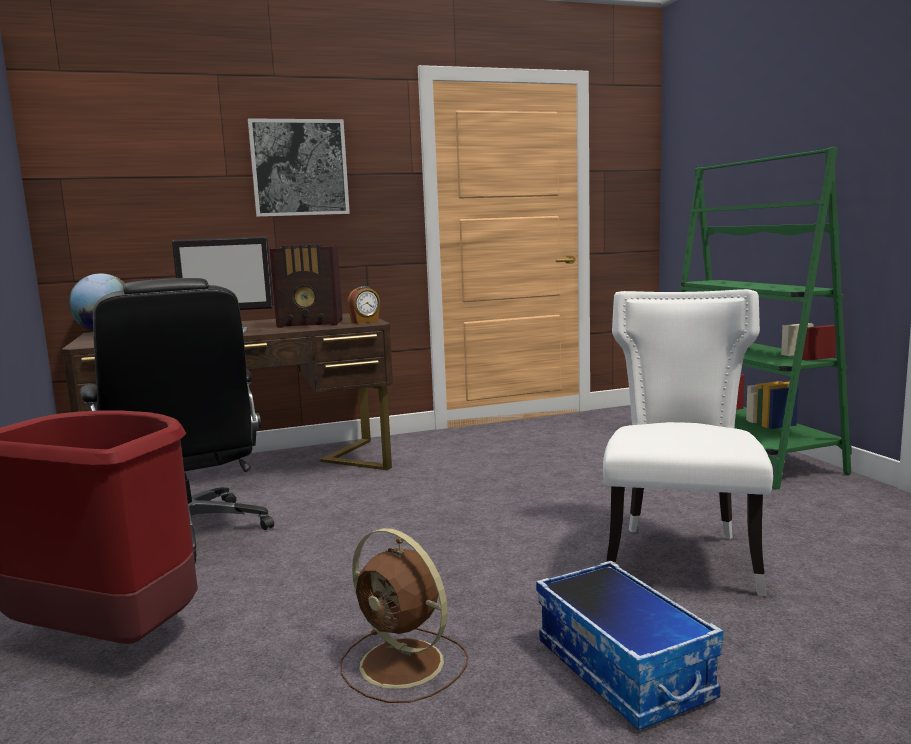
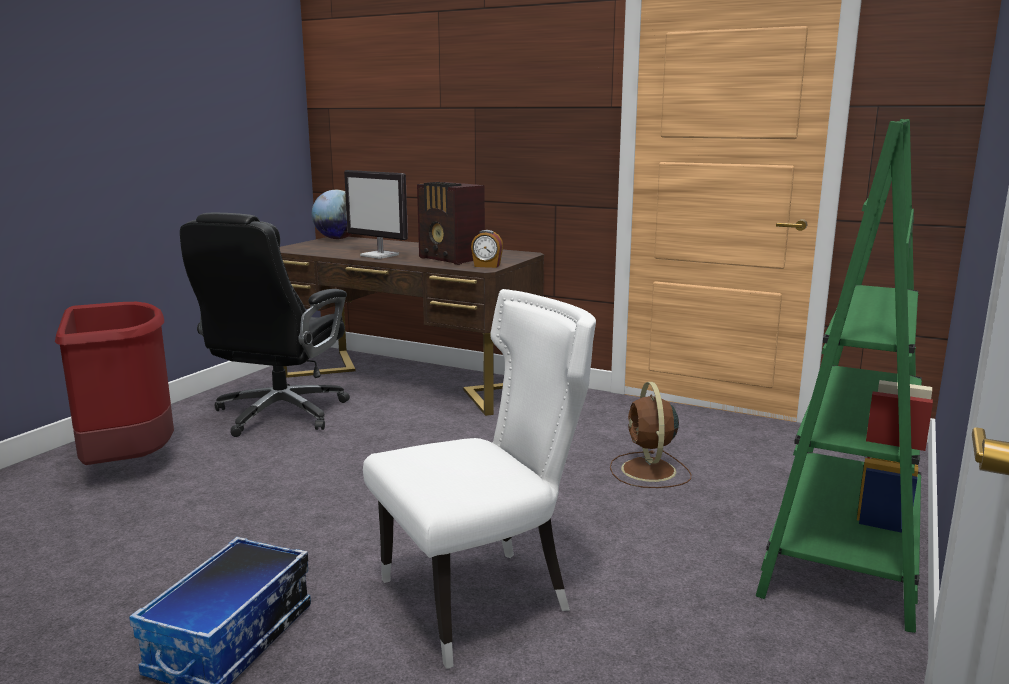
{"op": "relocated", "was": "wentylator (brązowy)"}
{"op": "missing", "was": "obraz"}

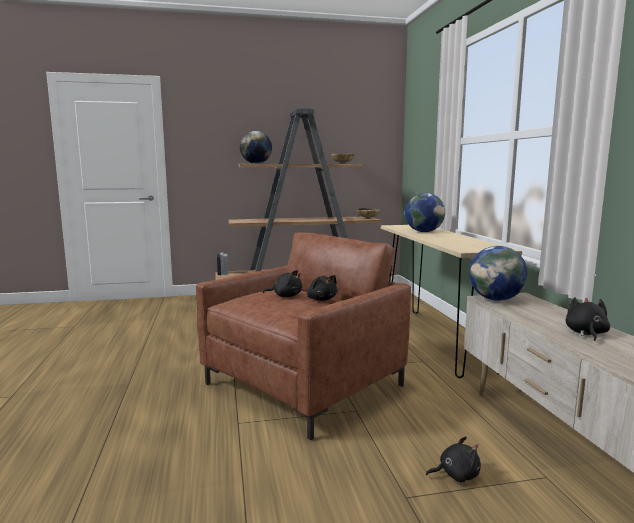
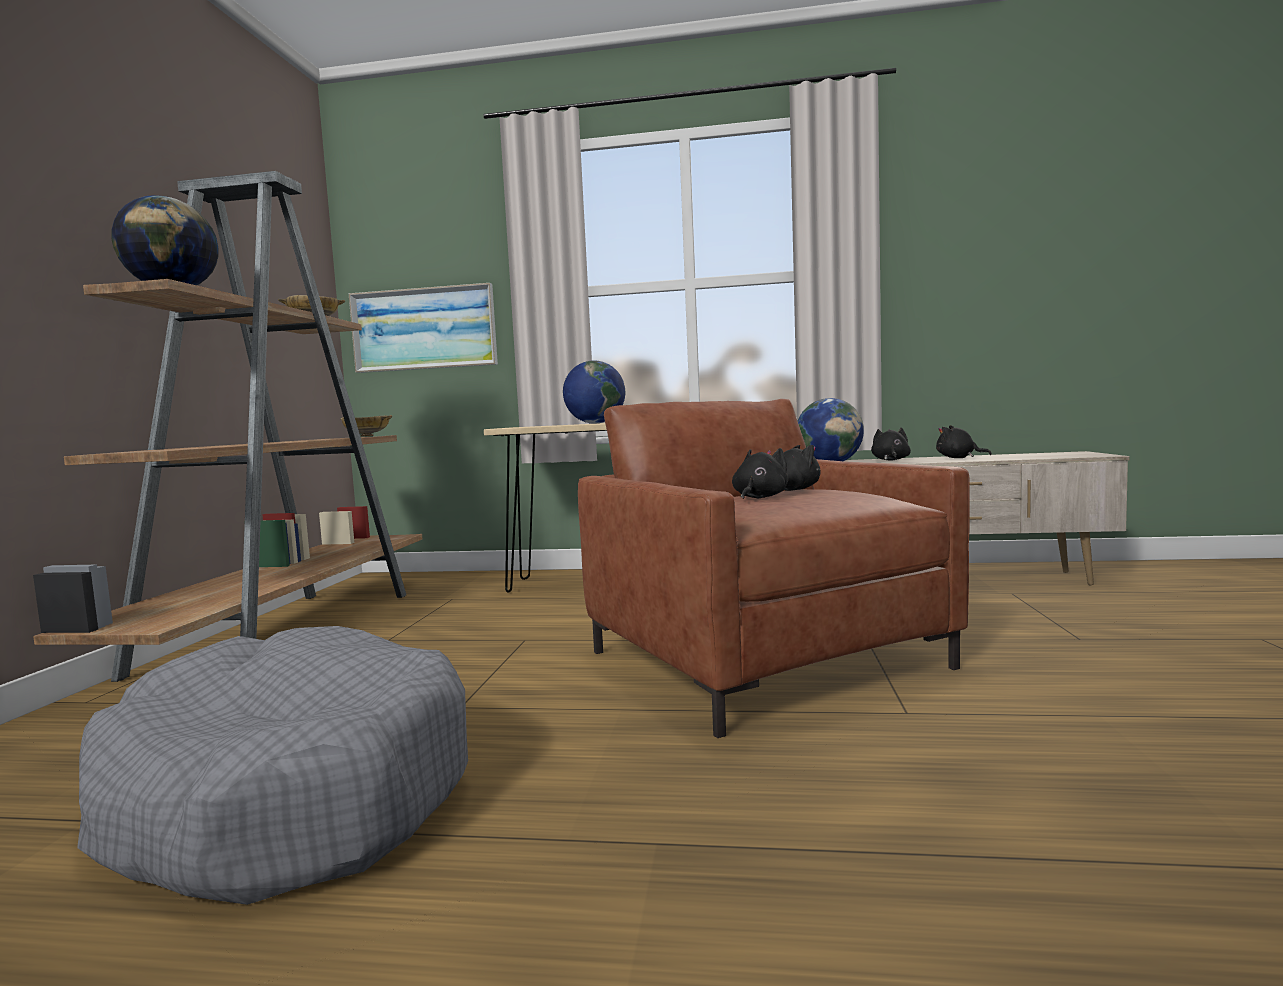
{"op": "appeared", "now": "legowisko (szary)"}
{"op": "appeared", "now": "obraz"}
{"op": "relocated", "was": "pluszak (czarny) (no. 3 from left)"}

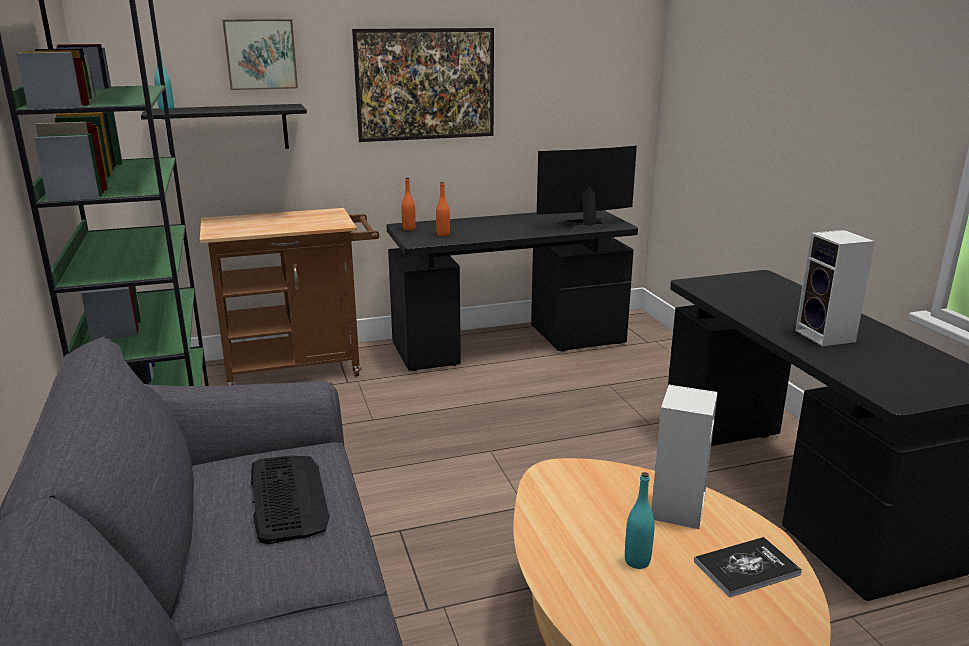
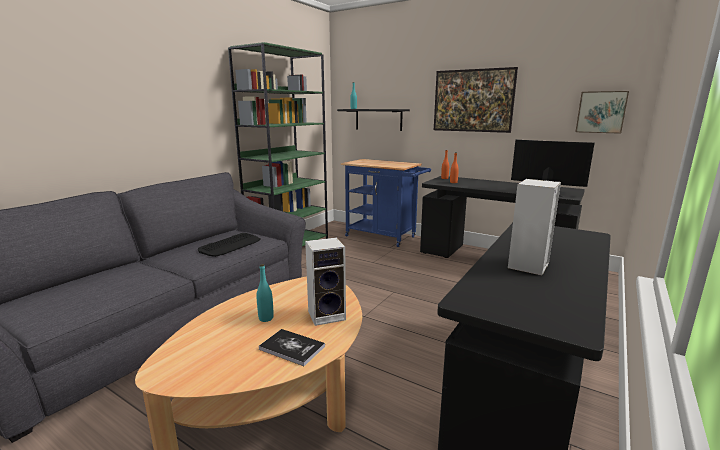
{"op": "colour", "was": "wózek (brązowy)", "now": "wózek (niebieski)"}
{"op": "relocated", "was": "obraz (no. 1 from left in the first image)", "now": "obraz (no. 2 from left)"}

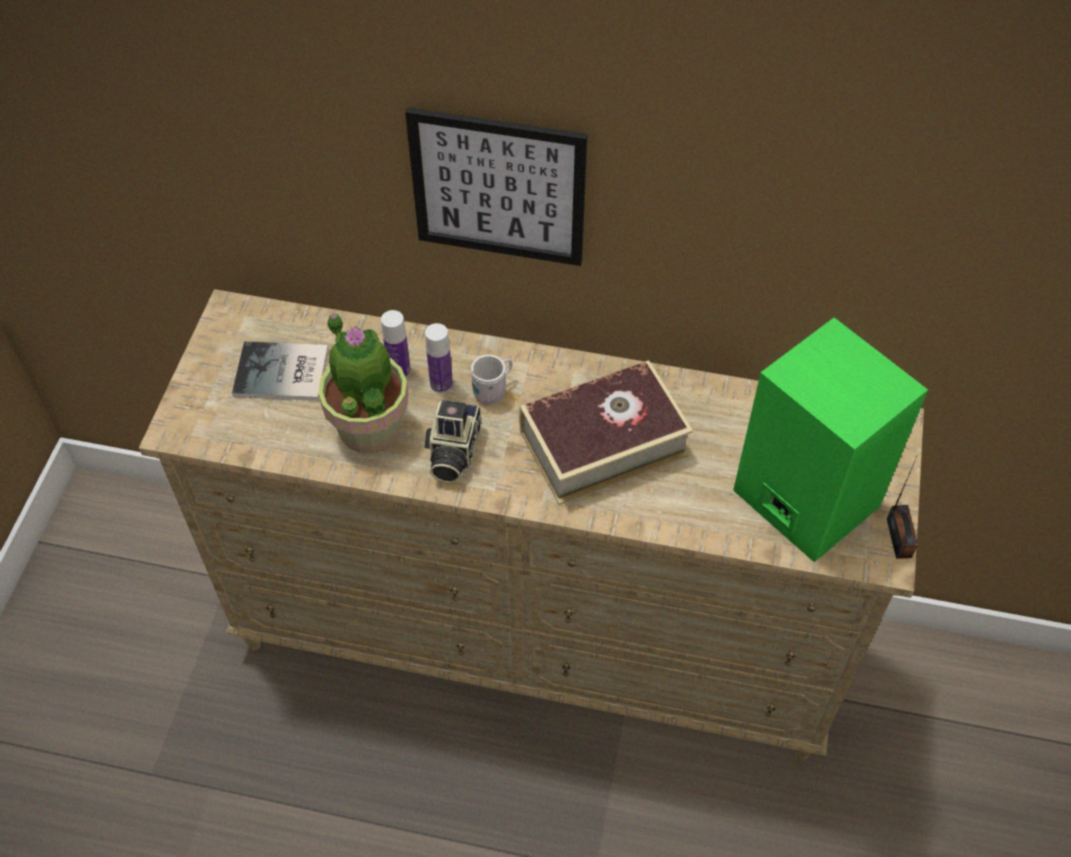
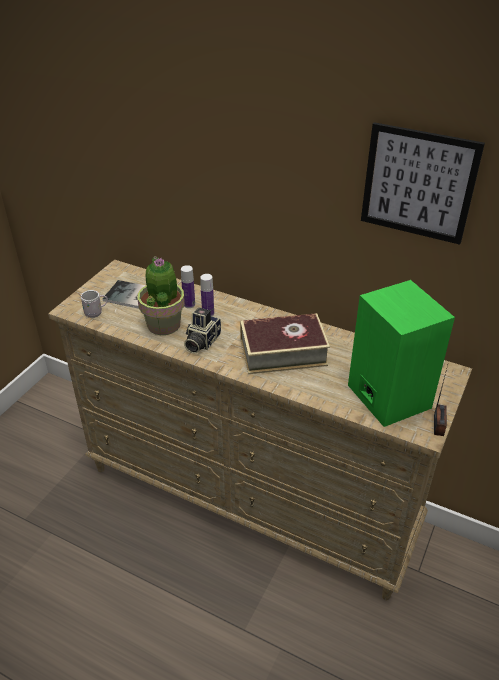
{"op": "relocated", "was": "kubek (biały)"}
{"op": "relocated", "was": "obraz"}

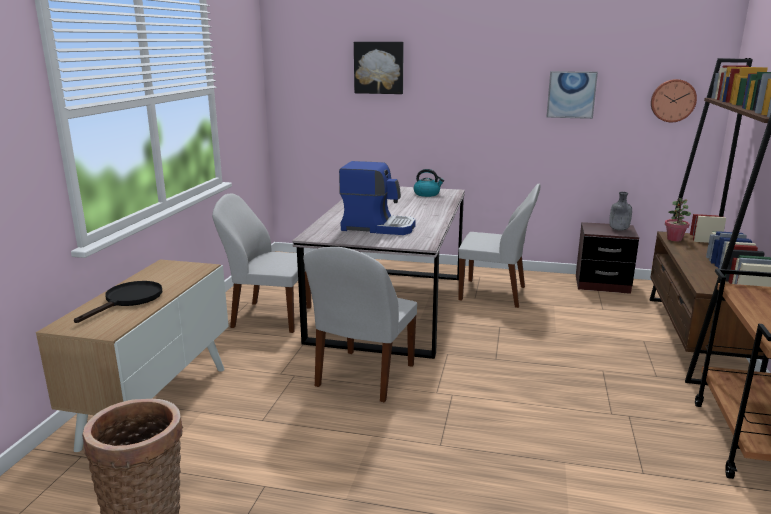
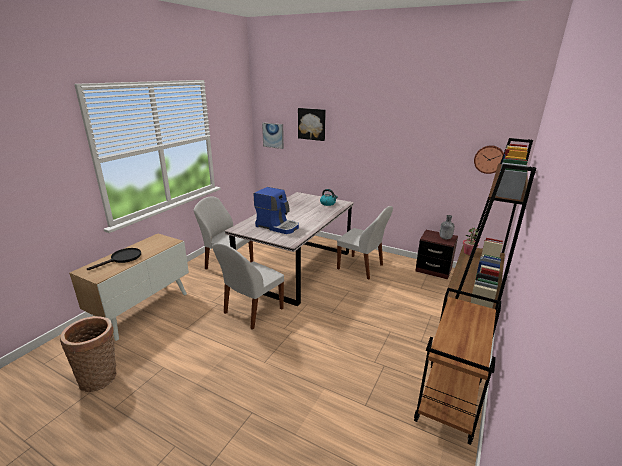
{"op": "relocated", "was": "obraz (no. 2 from left in the first image)", "now": "obraz (no. 1 from left)"}

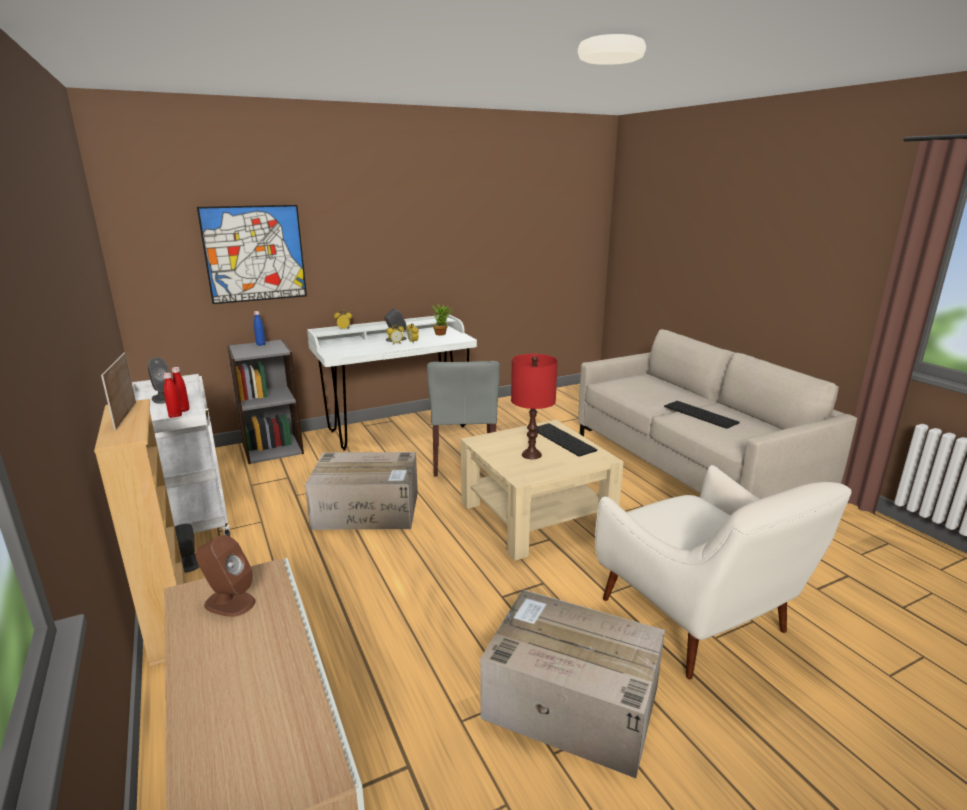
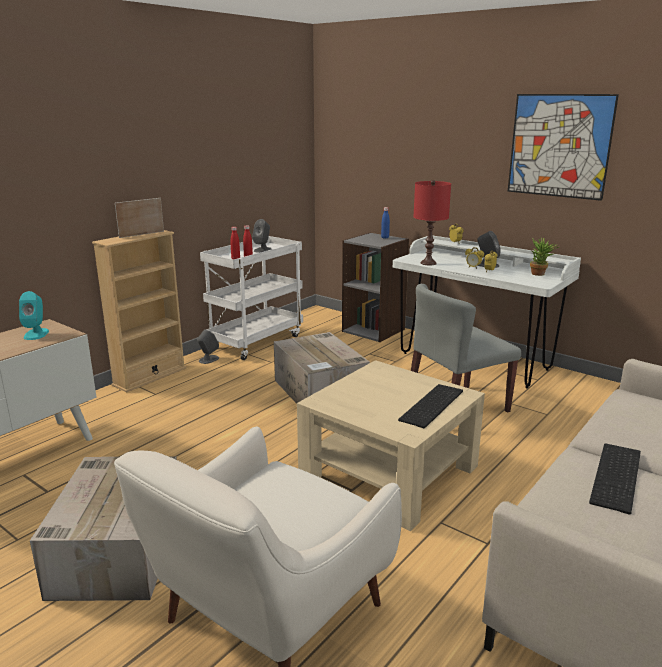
{"op": "colour", "was": "głośnik (brązowy)", "now": "głośnik (turkusowy)"}
{"op": "relocated", "was": "lampa stołowa (czerwony)"}
{"op": "relocated", "was": "obraz"}

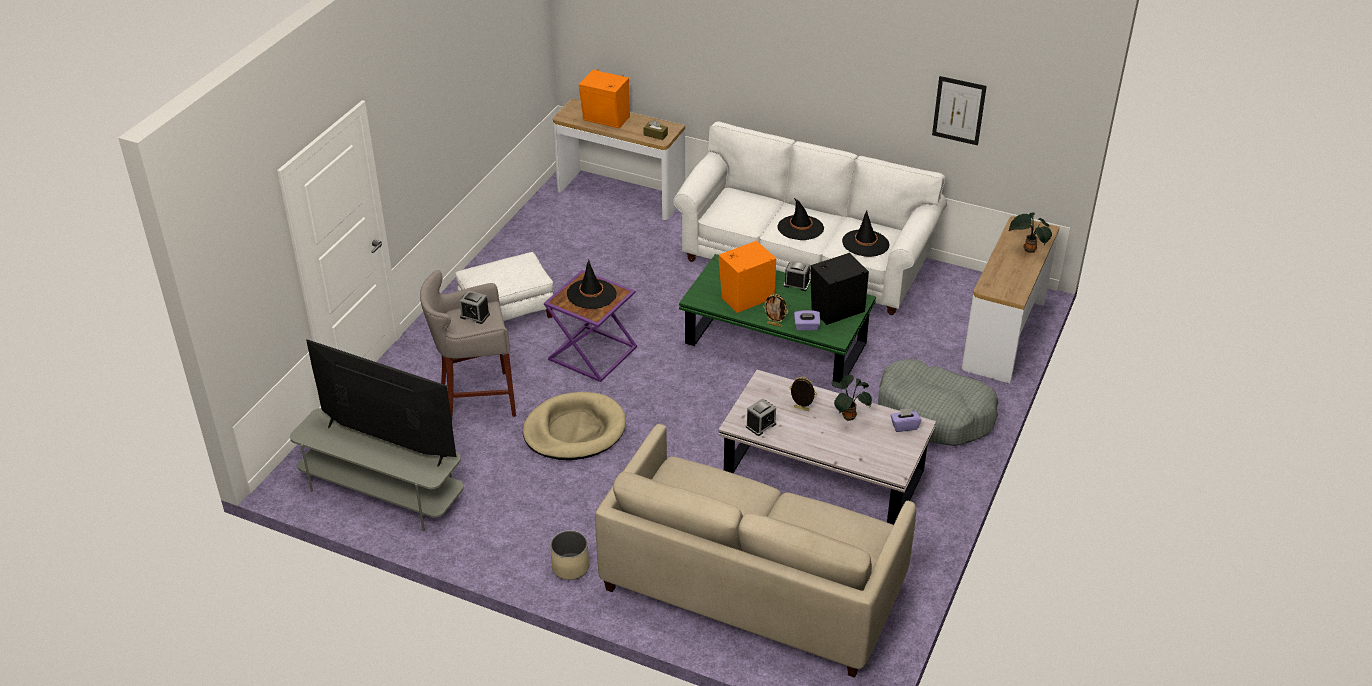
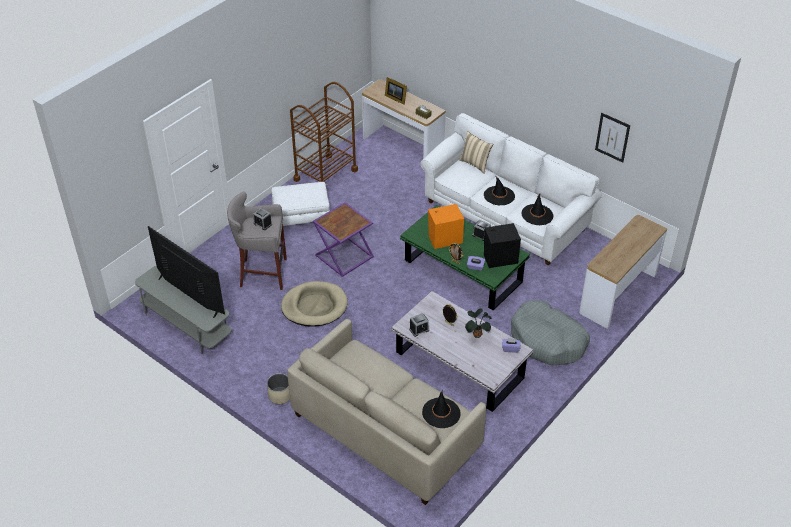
{"op": "appeared", "now": "wózek (brązowy)"}
{"op": "exchanged", "was": "głośnik (pomarańczowy) (no. 1 from left)", "now": "ramka na zdjęcie (no. 1 from left)"}
{"op": "relocated", "was": "kapelusz (czarny) (no. 1 from left)"}
{"op": "appeared", "now": "poduszka (beżowy)"}
{"op": "missing", "was": "roślina doniczkowa (no. 2 from left)"}

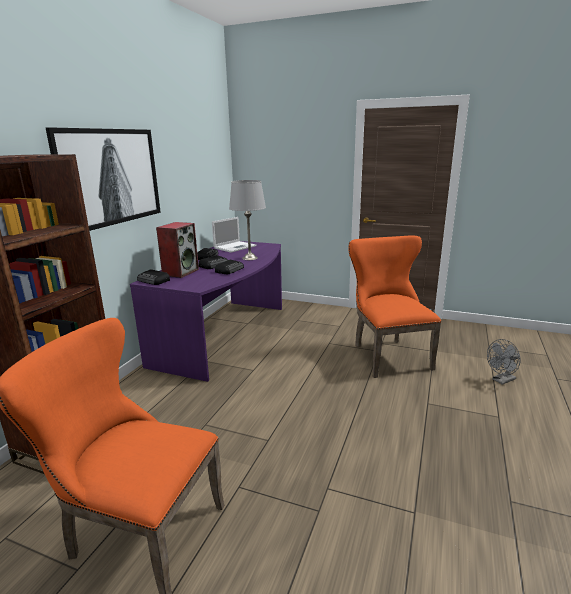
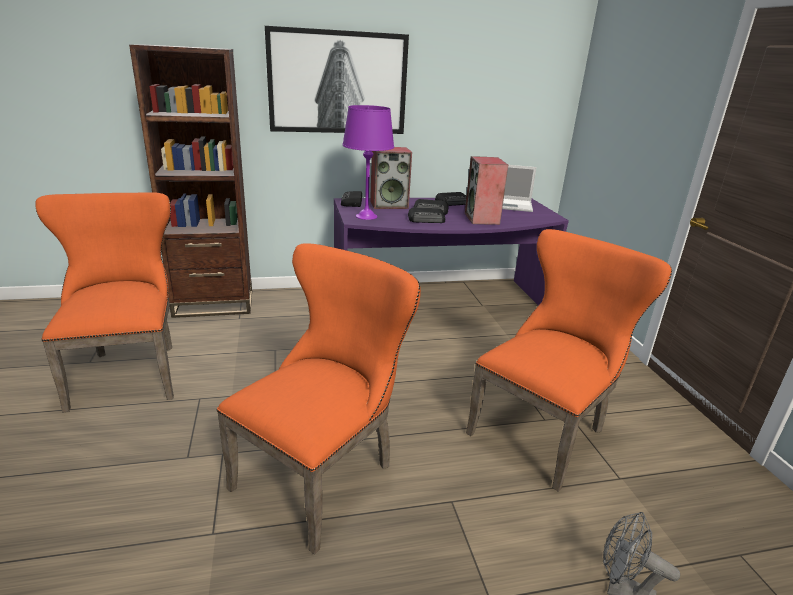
{"op": "appeared", "now": "krzesło (pomarańczowy) (no. 2 from left)"}
{"op": "appeared", "now": "lampa stołowa (fioletowy)"}
{"op": "exchanged", "was": "lampa stołowa (szary)", "now": "głośnik (no. 2 from left)"}

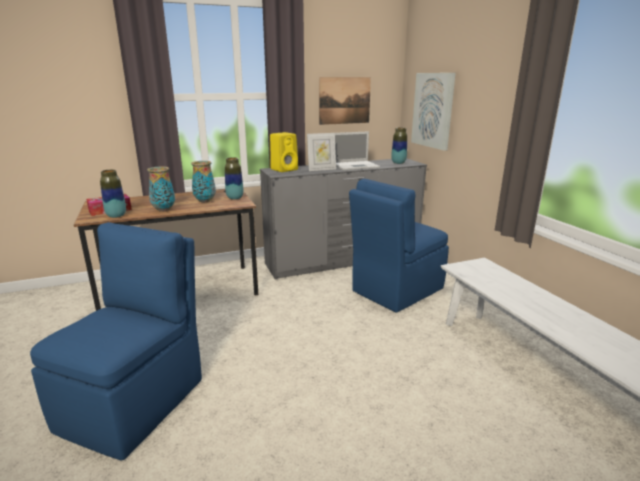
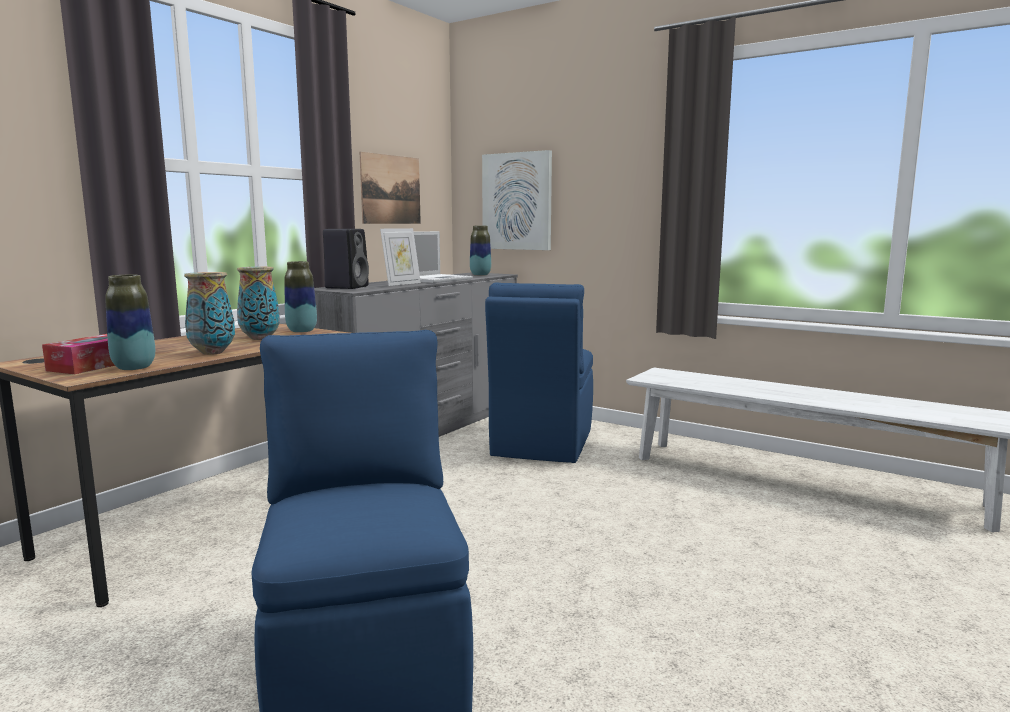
{"op": "colour", "was": "głośnik (żółty)", "now": "głośnik (czarny)"}

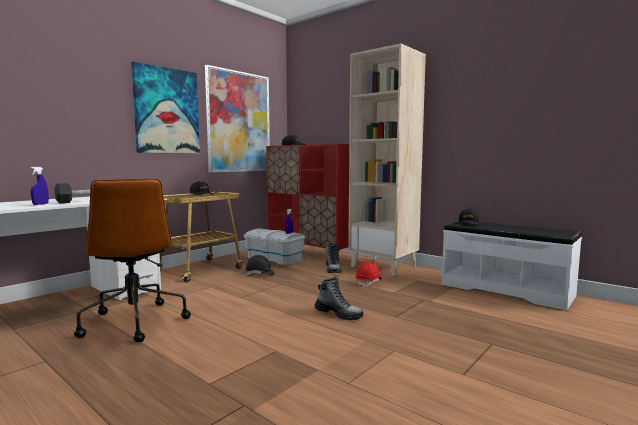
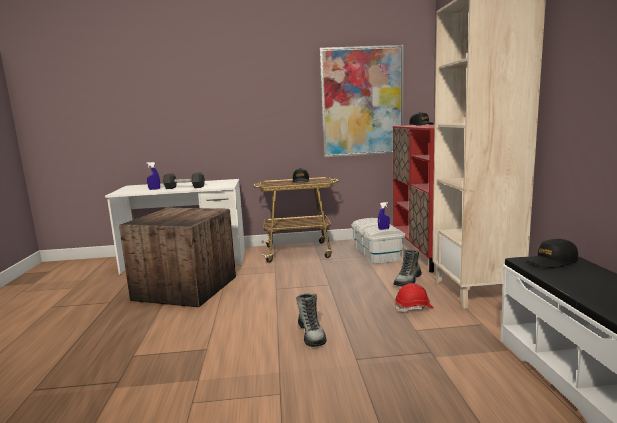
{"op": "exchanged", "was": "krzesło biurowe (brązowy)", "now": "skrzynka"}
{"op": "missing", "was": "obraz (no. 1 from left)"}
{"op": "missing", "was": "kask (czarny)"}

